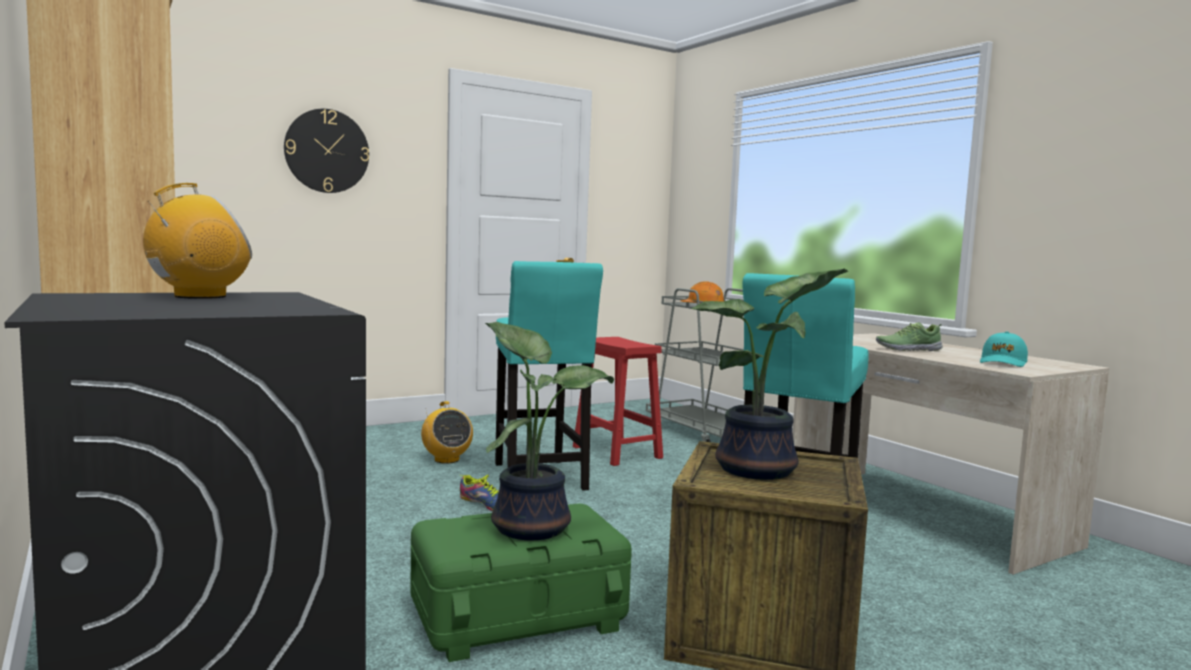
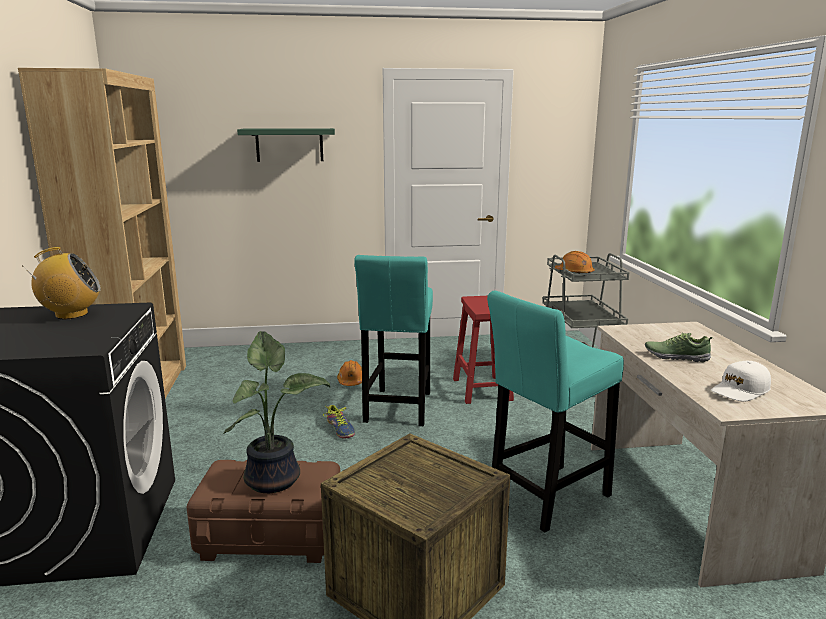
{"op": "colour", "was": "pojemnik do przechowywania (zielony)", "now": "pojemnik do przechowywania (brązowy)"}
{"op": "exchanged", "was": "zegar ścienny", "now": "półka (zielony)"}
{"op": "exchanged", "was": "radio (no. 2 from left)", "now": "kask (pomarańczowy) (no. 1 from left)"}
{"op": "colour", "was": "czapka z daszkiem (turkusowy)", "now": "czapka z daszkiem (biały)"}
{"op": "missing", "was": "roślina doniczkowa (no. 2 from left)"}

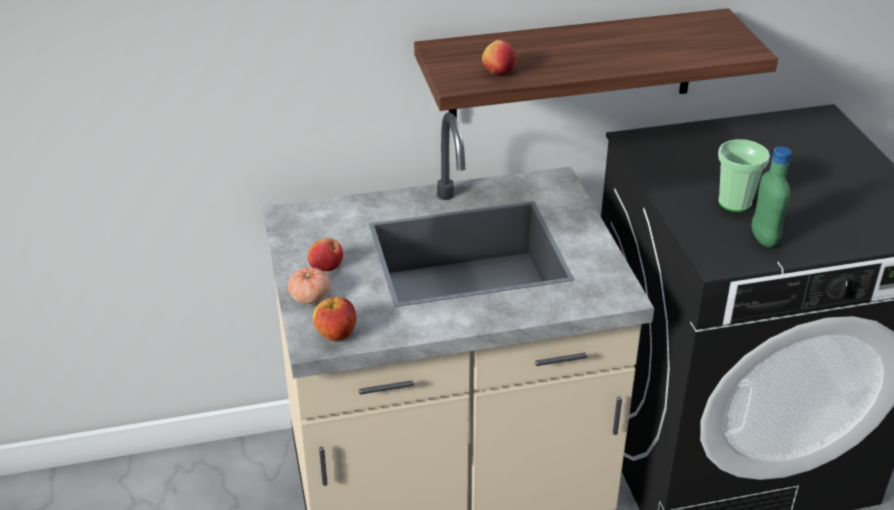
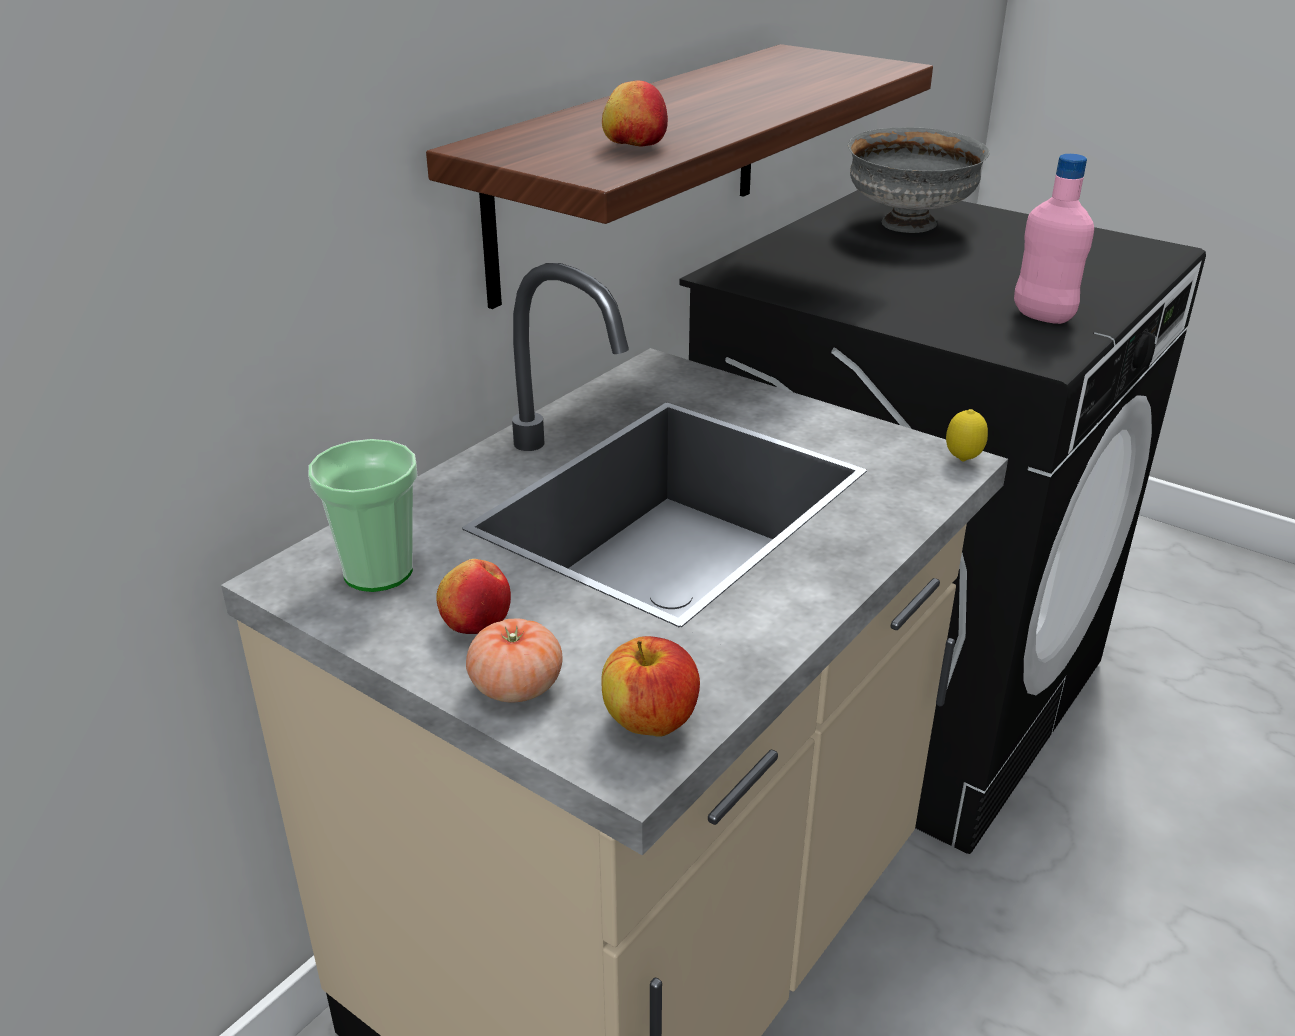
{"op": "relocated", "was": "filiżanka"}
{"op": "appeared", "now": "miska (szary)"}
{"op": "appeared", "now": "cytryna"}
{"op": "colour", "was": "butelka (zielony)", "now": "butelka (różowy)"}

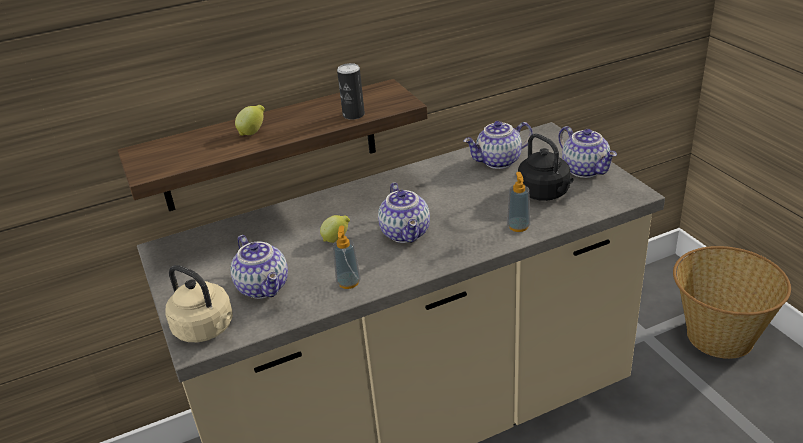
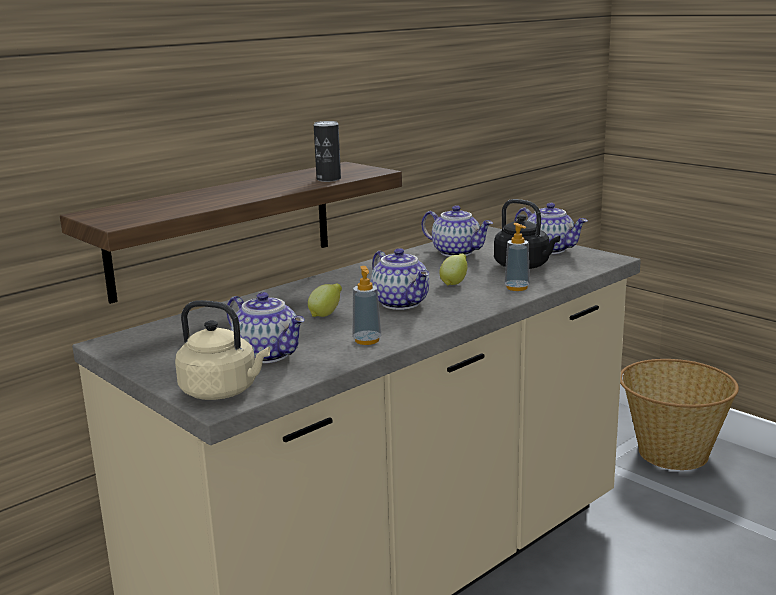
{"op": "spun", "was": "imbryk (no. 3 from left)", "clockwise": -105}
{"op": "relocated", "was": "cytryna (no. 1 from left in the first image)", "now": "cytryna (no. 2 from left)"}

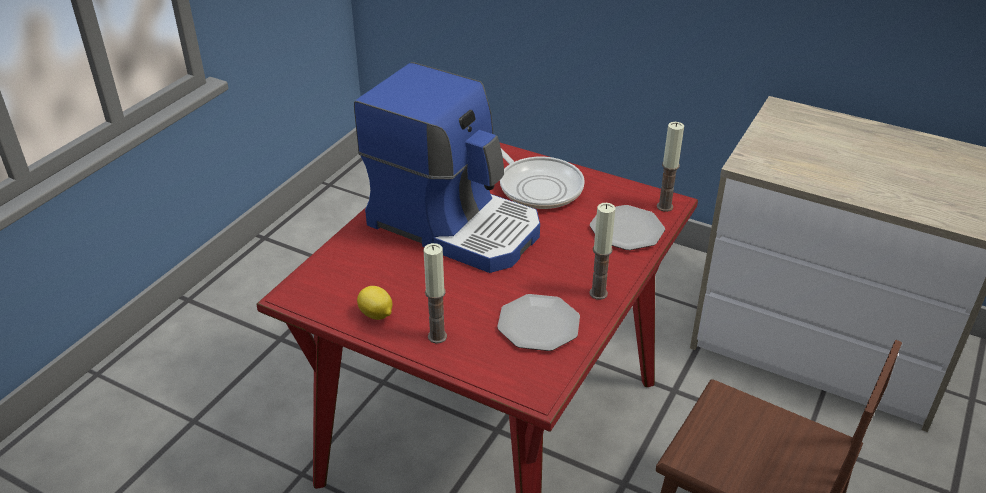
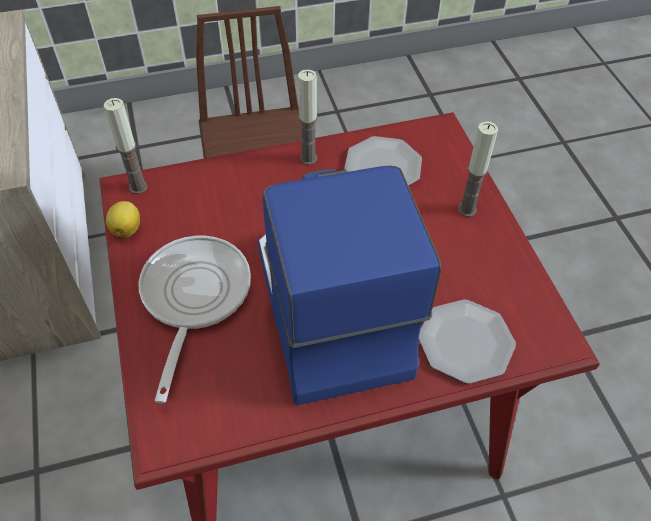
{"op": "relocated", "was": "cytryna"}
{"op": "relocated", "was": "talerz (no. 2 from left)"}

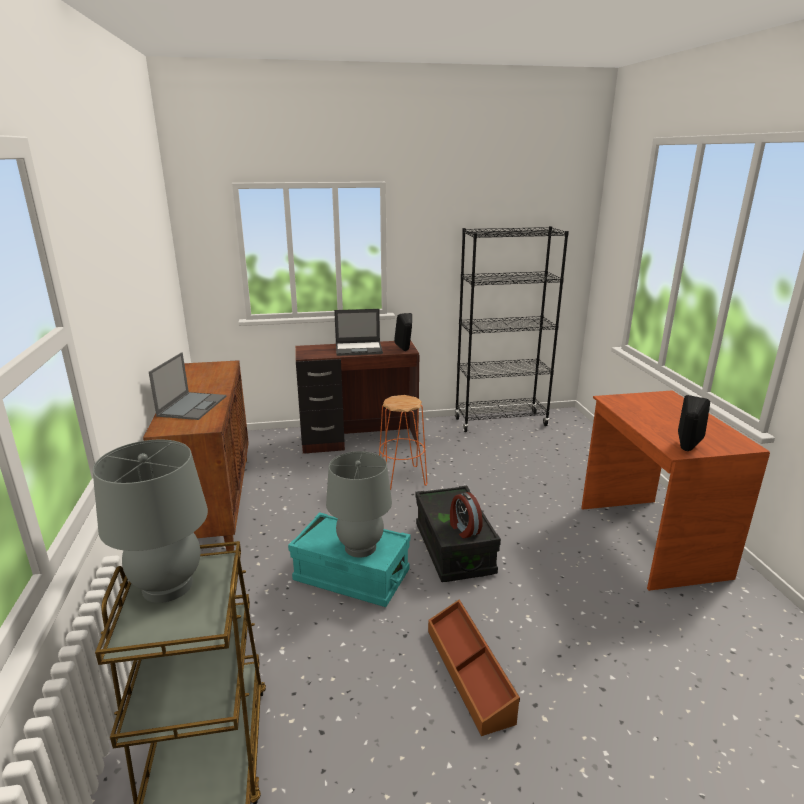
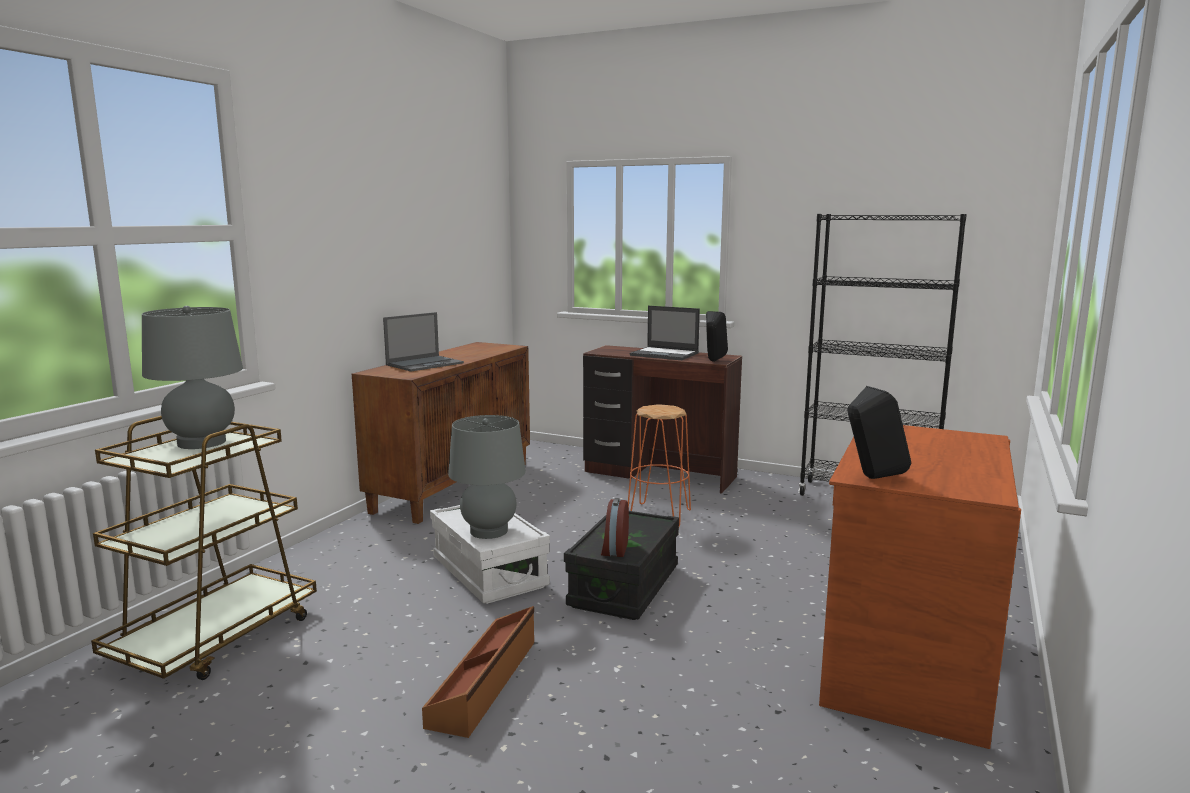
{"op": "colour", "was": "pojemnik do przechowywania (turkusowy)", "now": "pojemnik do przechowywania (biały)"}

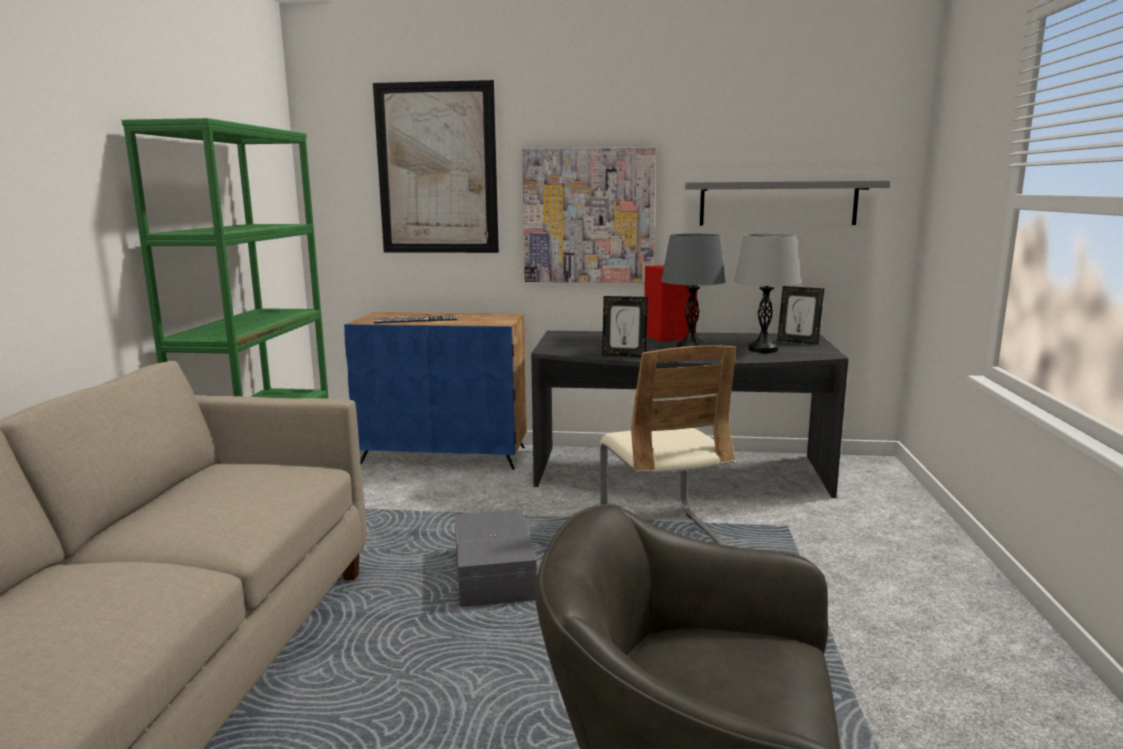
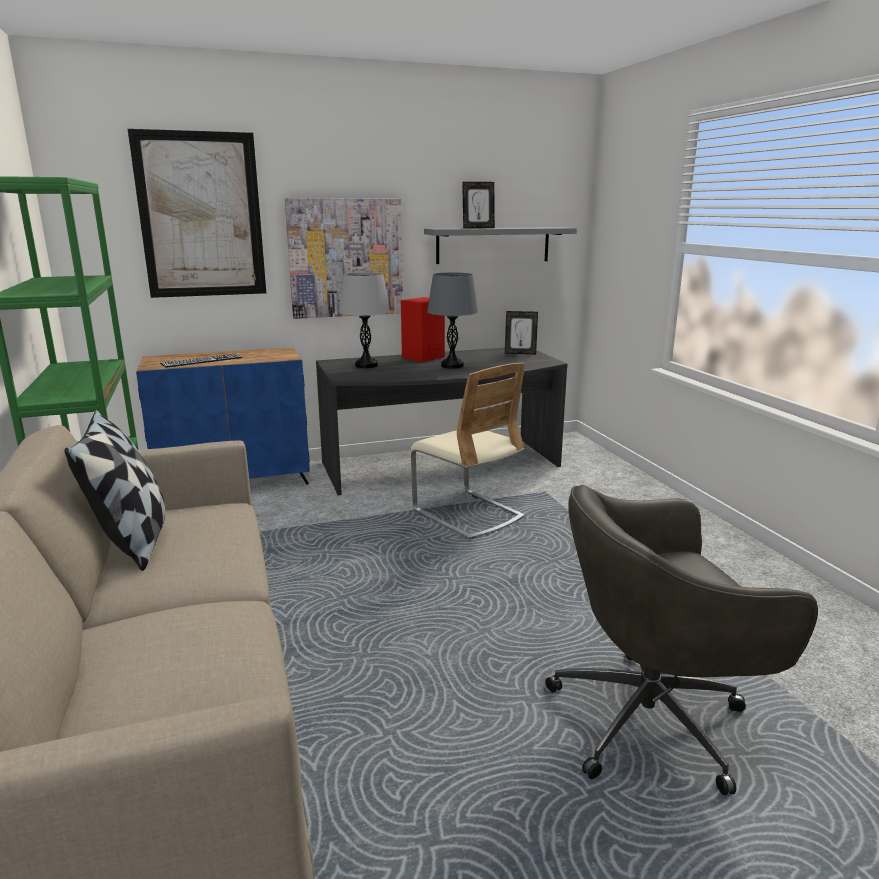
{"op": "appeared", "now": "poduszka"}
{"op": "relocated", "was": "lampa stołowa (szary) (no. 2 from left in the first image)", "now": "lampa stołowa (szary) (no. 1 from left)"}
{"op": "relocated", "was": "ramka na zdjęcie (no. 1 from left)"}
{"op": "missing", "was": "pojemnik do przechowywania (szary)"}

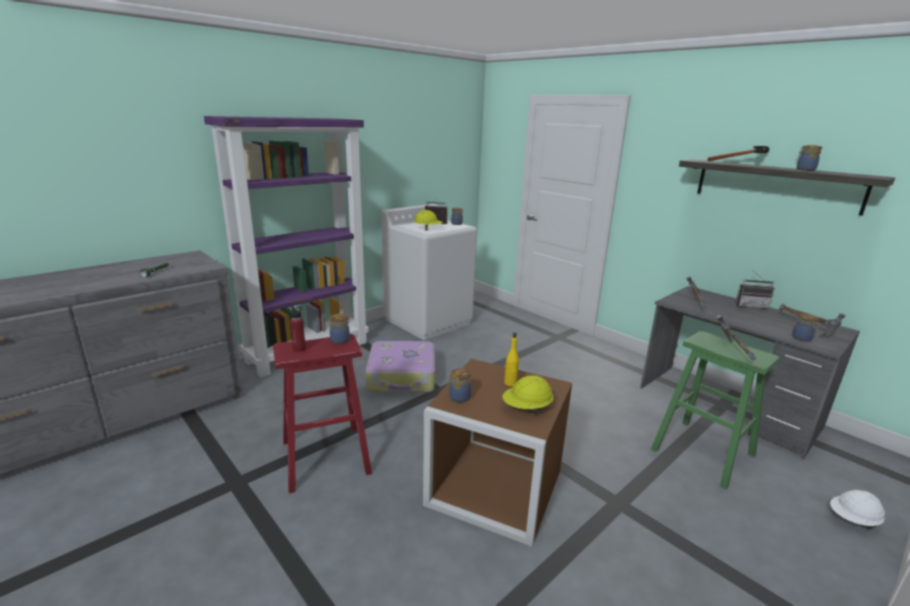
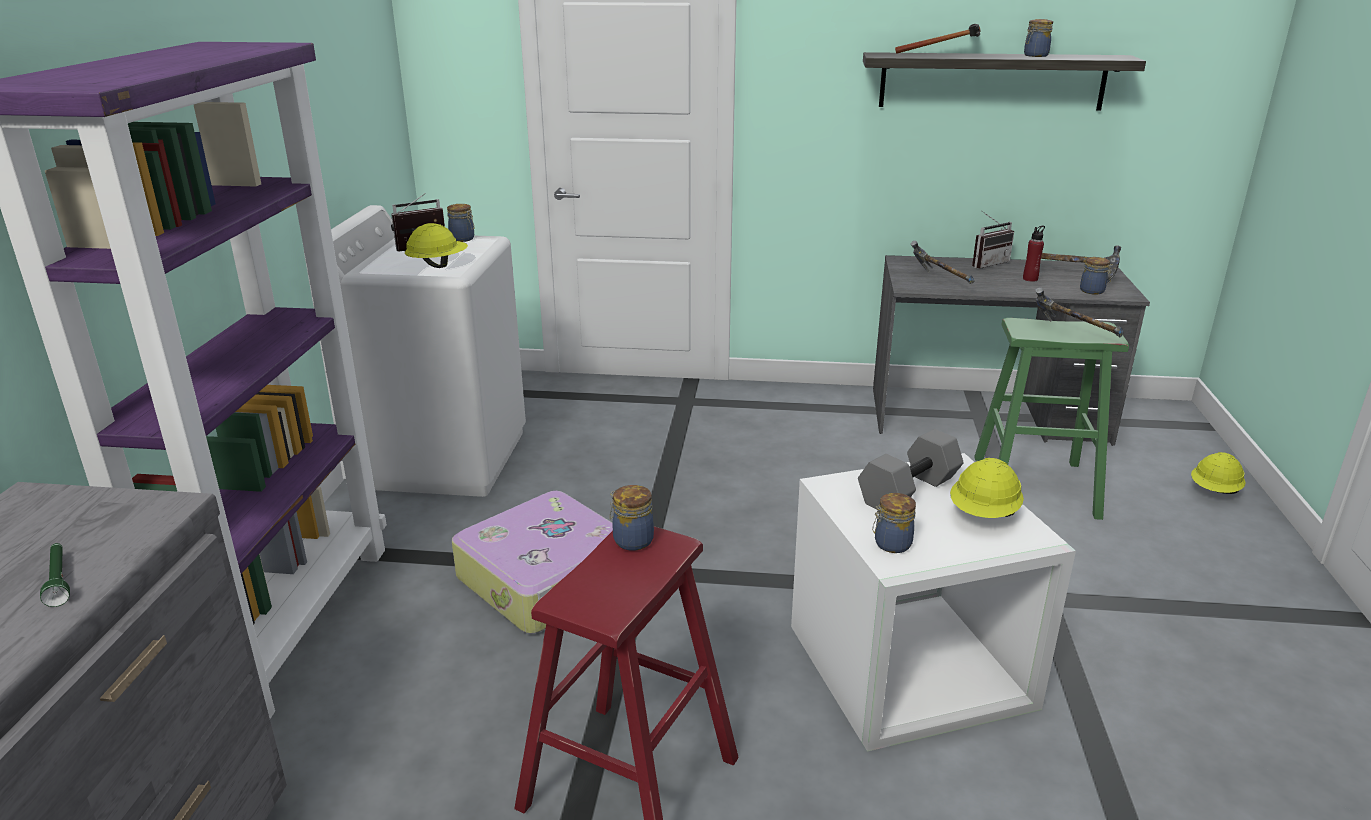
{"op": "colour", "was": "pojemnik do przechowywania (brązowy)", "now": "pojemnik do przechowywania (biały)"}
{"op": "exchanged", "was": "butelka (żółty)", "now": "hantel (szary)"}
{"op": "relocated", "was": "butelka (czerwony)"}
{"op": "colour", "was": "kask (biały)", "now": "kask (żółty) (no. 3 from left)"}

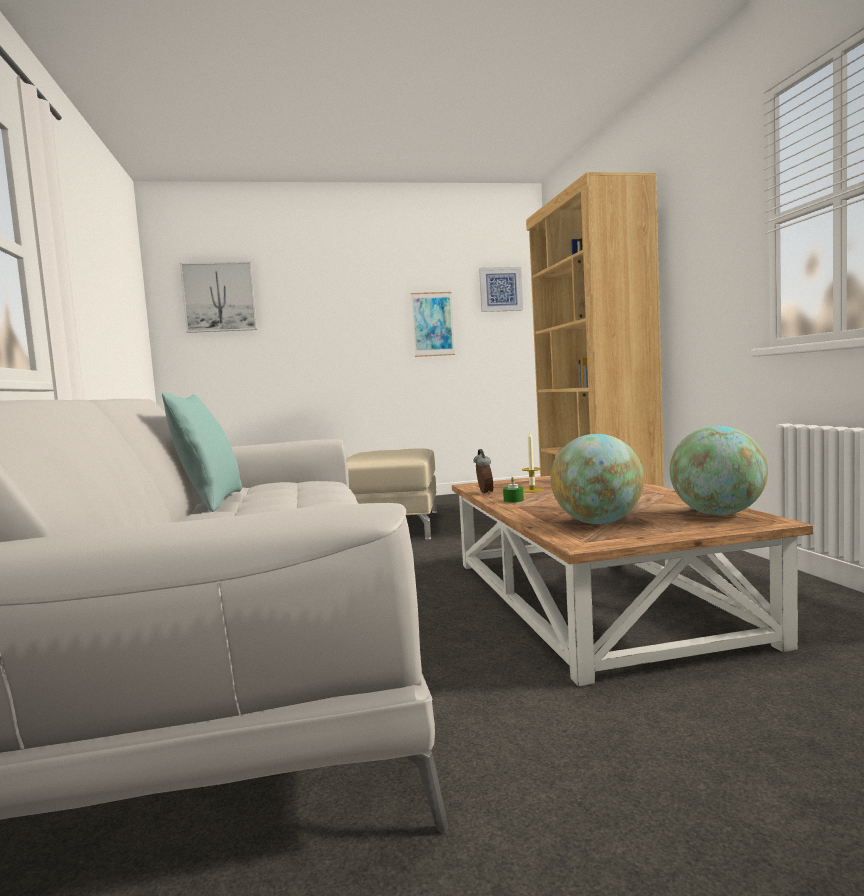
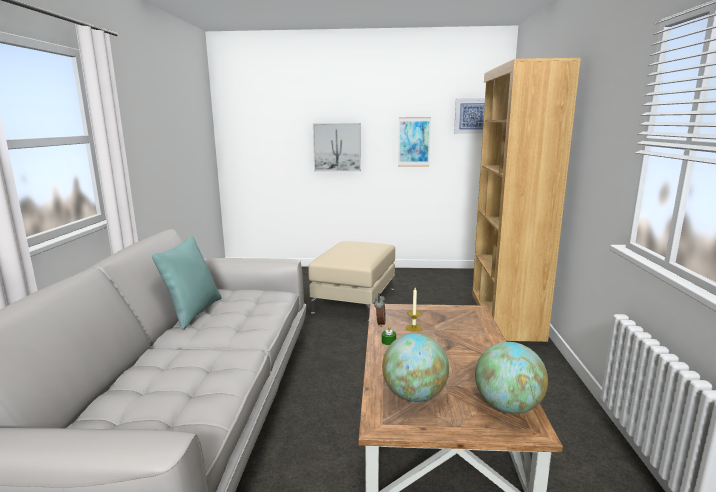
{"op": "relocated", "was": "obraz (no. 1 from left)"}

